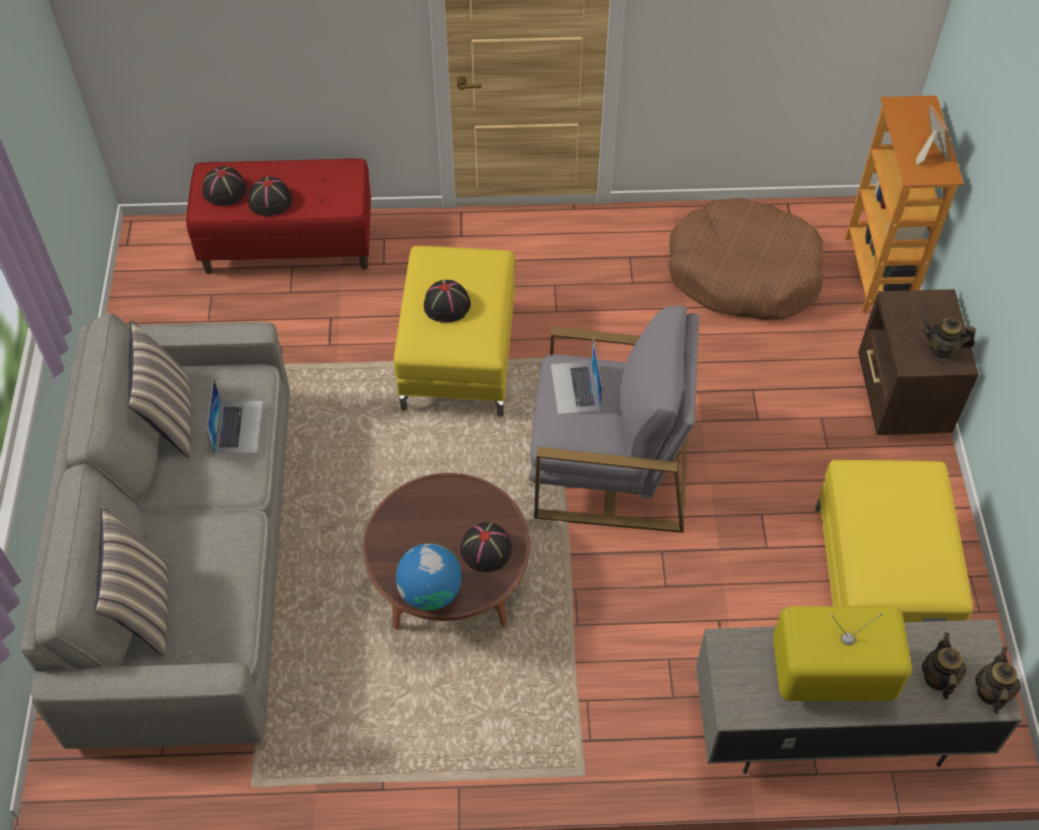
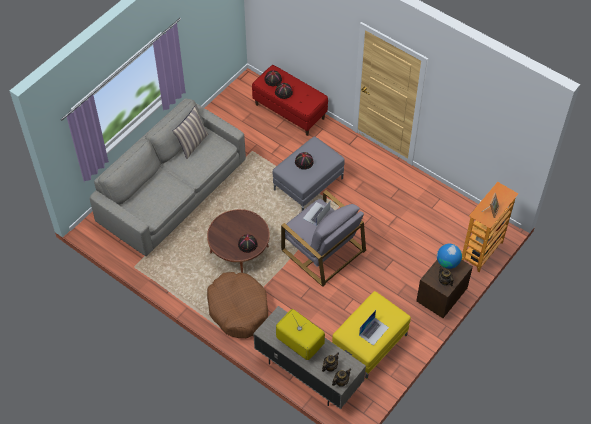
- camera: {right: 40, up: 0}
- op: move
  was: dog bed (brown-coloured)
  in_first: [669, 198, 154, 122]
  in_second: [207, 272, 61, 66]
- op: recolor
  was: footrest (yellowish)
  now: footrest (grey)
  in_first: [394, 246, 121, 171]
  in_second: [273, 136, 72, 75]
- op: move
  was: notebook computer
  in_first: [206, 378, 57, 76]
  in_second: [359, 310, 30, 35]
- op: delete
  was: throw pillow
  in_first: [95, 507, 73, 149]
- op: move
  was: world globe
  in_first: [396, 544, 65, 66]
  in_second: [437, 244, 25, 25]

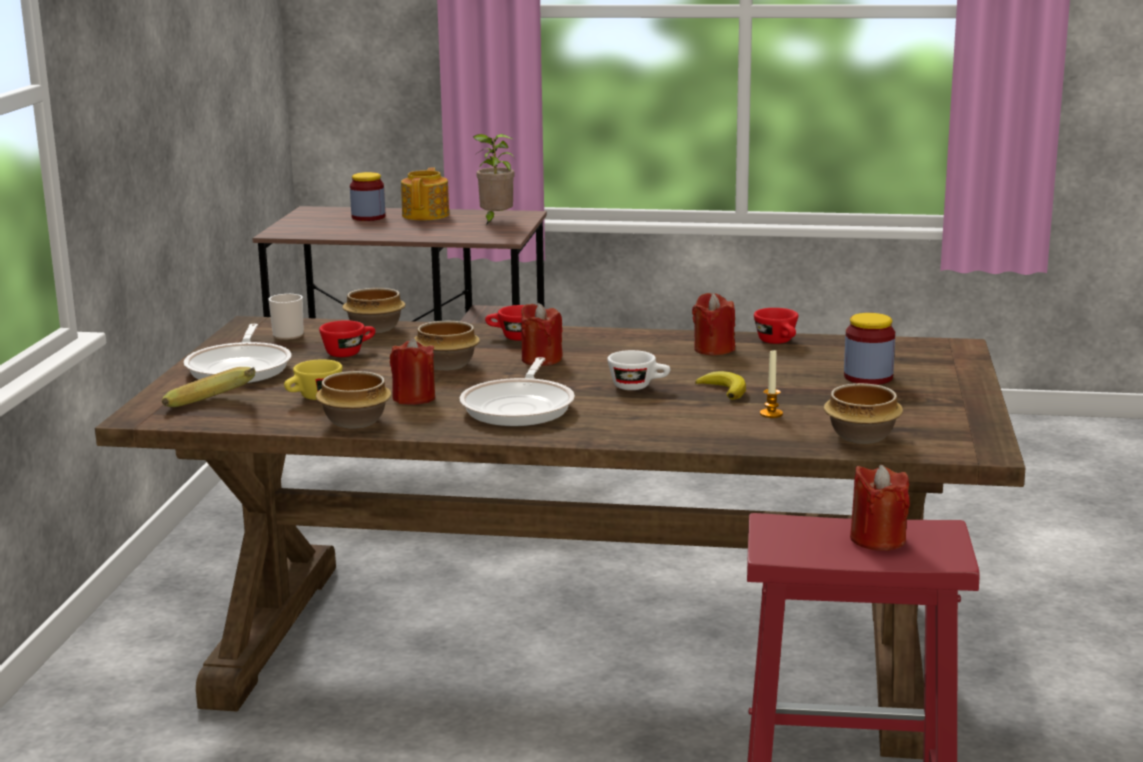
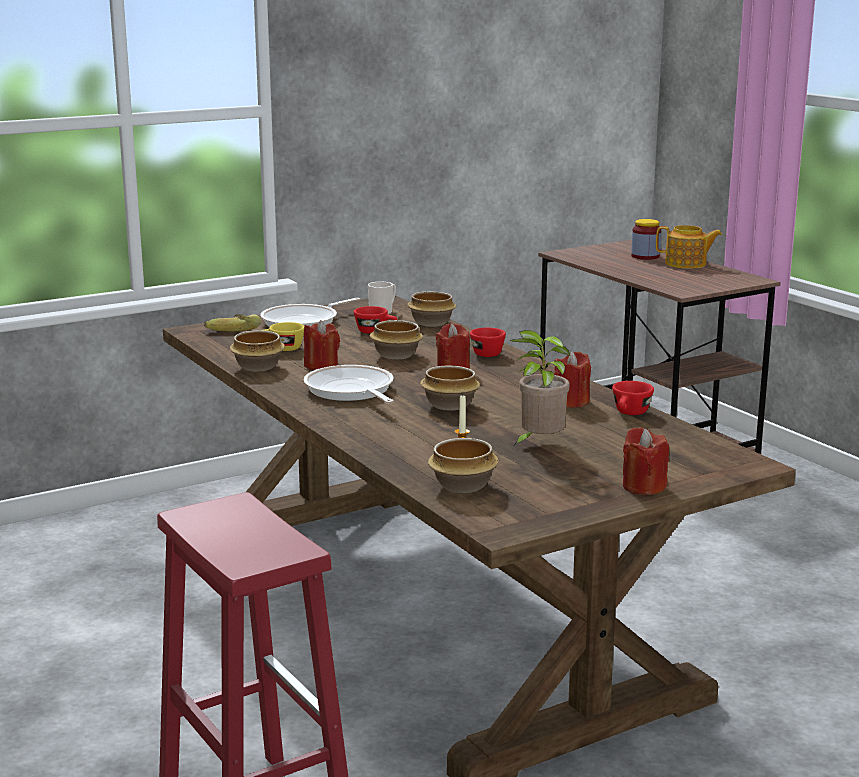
- camera: {right: 50, up: 0}
- op: move
  was: houseplant
  in_first: [473, 134, 42, 91]
  in_second: [510, 330, 60, 117]
- op: rotate
  was: tea pot
  in_first: [401, 167, 48, 53]
  in_second: [656, 225, 66, 44]
  clockwise: 45
- op: delete
  was: storage jar
  in_first: [844, 313, 51, 72]
- op: replace
  was: cup (white)
  now: deep dish
  in_first: [607, 350, 63, 40]
  in_second: [420, 366, 60, 44]
- op: rotate
  was: frying pan
  in_first: [460, 357, 115, 69]
  in_second: [304, 365, 90, 38]
  clockwise: 90
- op: delete
  was: banana fruit
  in_first: [695, 371, 51, 28]
- op: move
  was: candle (red)
  in_first: [850, 465, 60, 86]
  in_second: [623, 427, 46, 68]

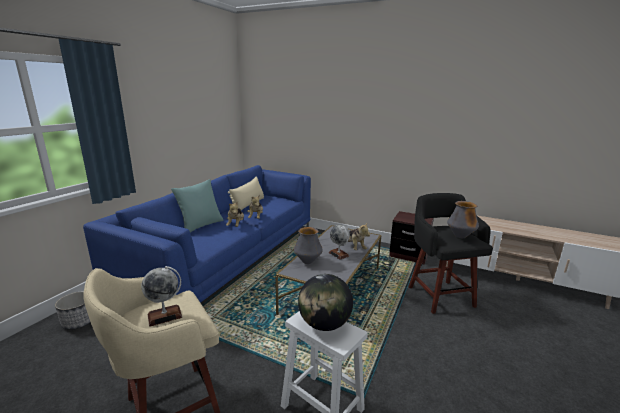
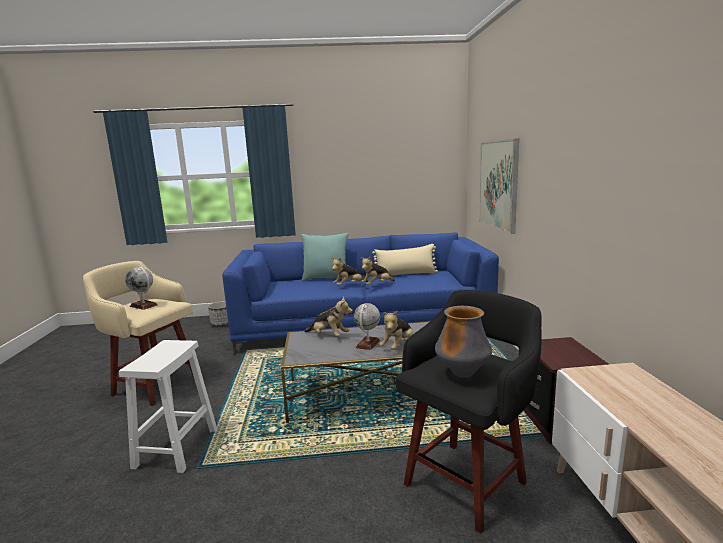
- camera: {right: 60, up: -5}
- op: replace
  was: decorative vase
  now: plush toy
  in_first: [294, 227, 29, 37]
  in_second: [304, 296, 49, 40]
- op: delete
  was: world globe
  in_first: [298, 274, 55, 57]
- op: insert
  now: wall art
  in_second: [479, 139, 40, 95]

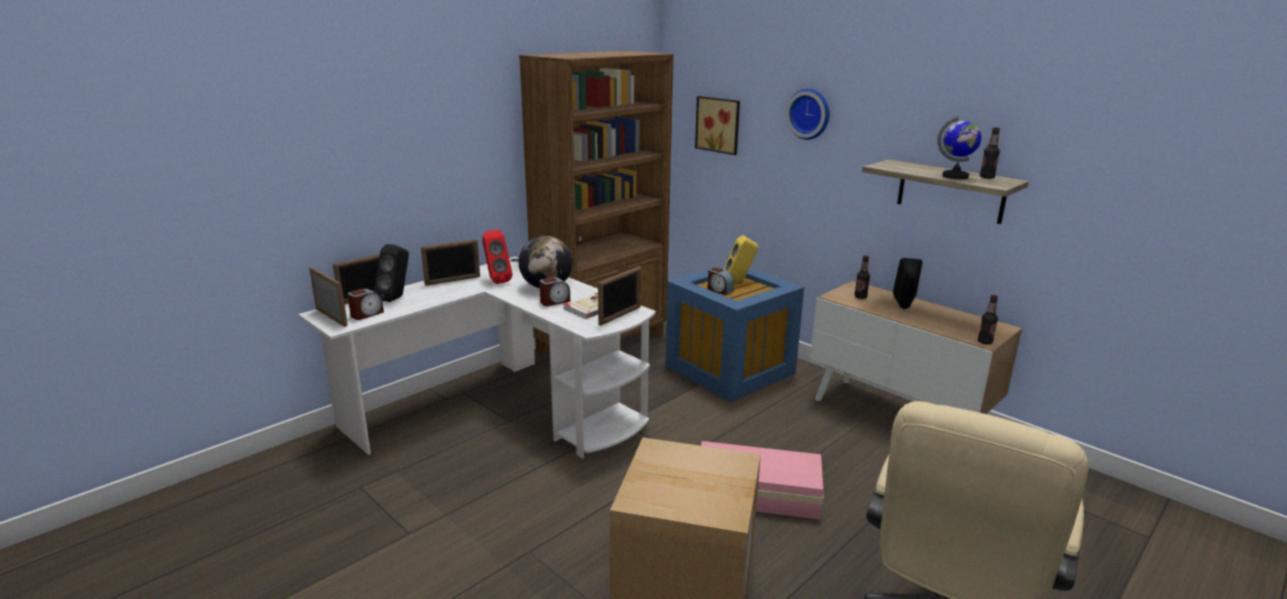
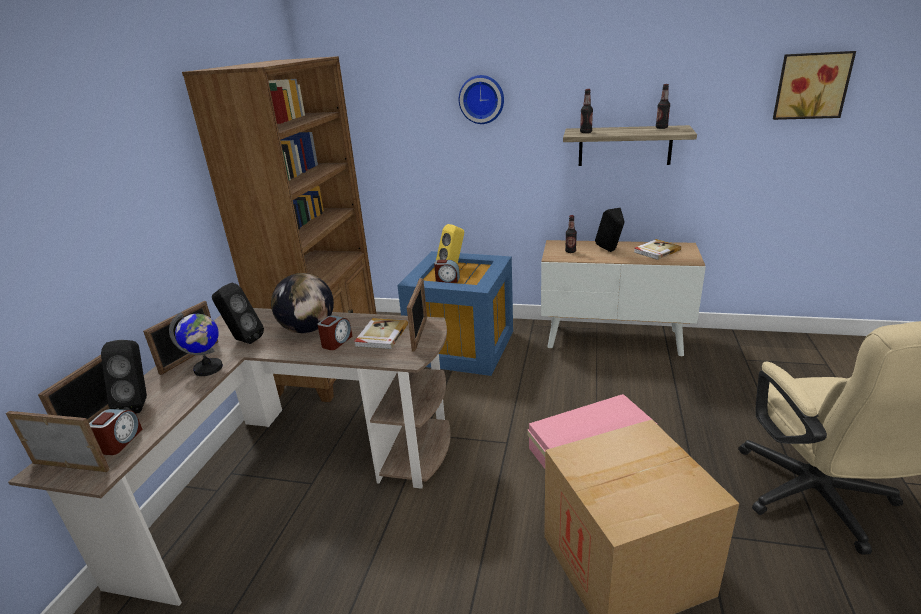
- camera: {right: -30, up: 5}
- op: move
  was: wall art
  in_first: [695, 96, 45, 59]
  in_second: [773, 51, 83, 69]
- op: move
  was: world globe
  in_first: [937, 116, 44, 63]
  in_second: [169, 312, 54, 64]
- op: recolor
  was: loudspeaker (red)
  now: loudspeaker (black)
  in_first: [482, 230, 30, 54]
  in_second: [212, 283, 52, 61]
- op: recolor
  was: desk (white)
  now: desk (brown-coloured)
  in_first: [298, 257, 358, 202]
  in_second: [8, 308, 442, 298]
- op: move
  was: drink bottle
  in_first: [978, 295, 20, 49]
  in_second: [580, 89, 13, 44]
- op: insert
  now: volume
  in_second: [634, 239, 47, 21]

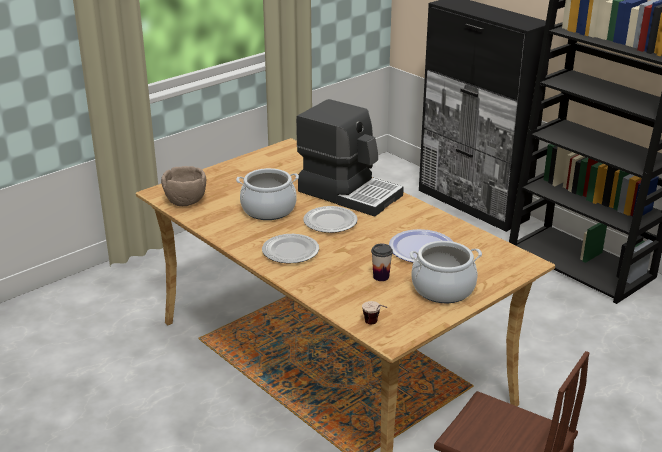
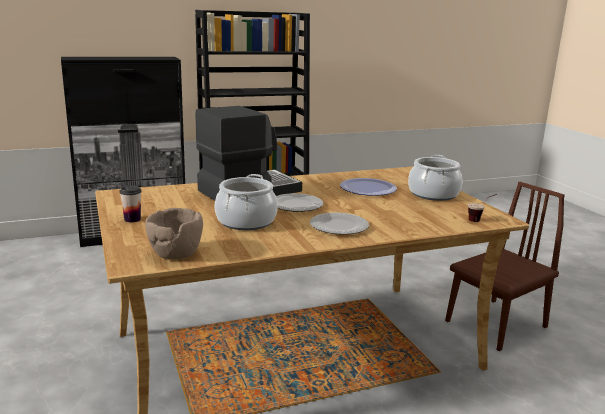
- camera: {right: -70, up: -10}
- op: move
  was: cup
  in_first: [371, 243, 22, 38]
  in_second: [120, 185, 22, 37]

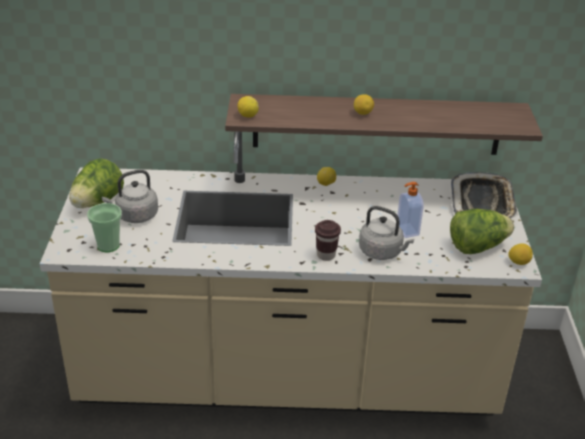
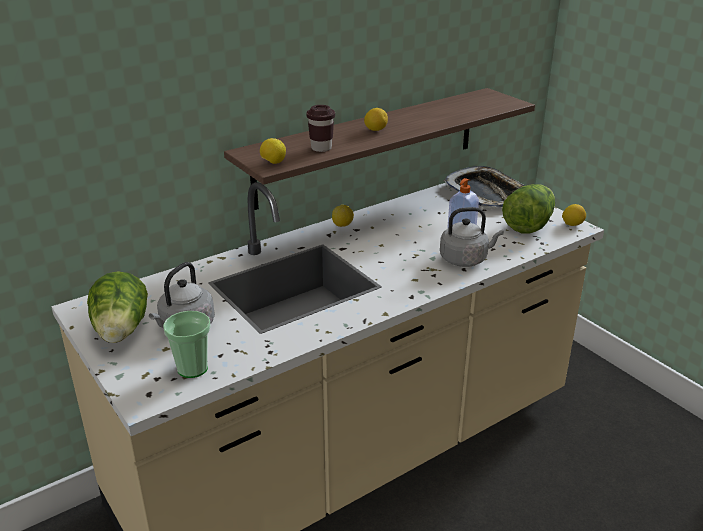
- camera: {right: -35, up: -5}
- op: move
  was: cup (brown-coloured)
  in_first: [315, 220, 26, 41]
  in_second: [306, 105, 29, 47]

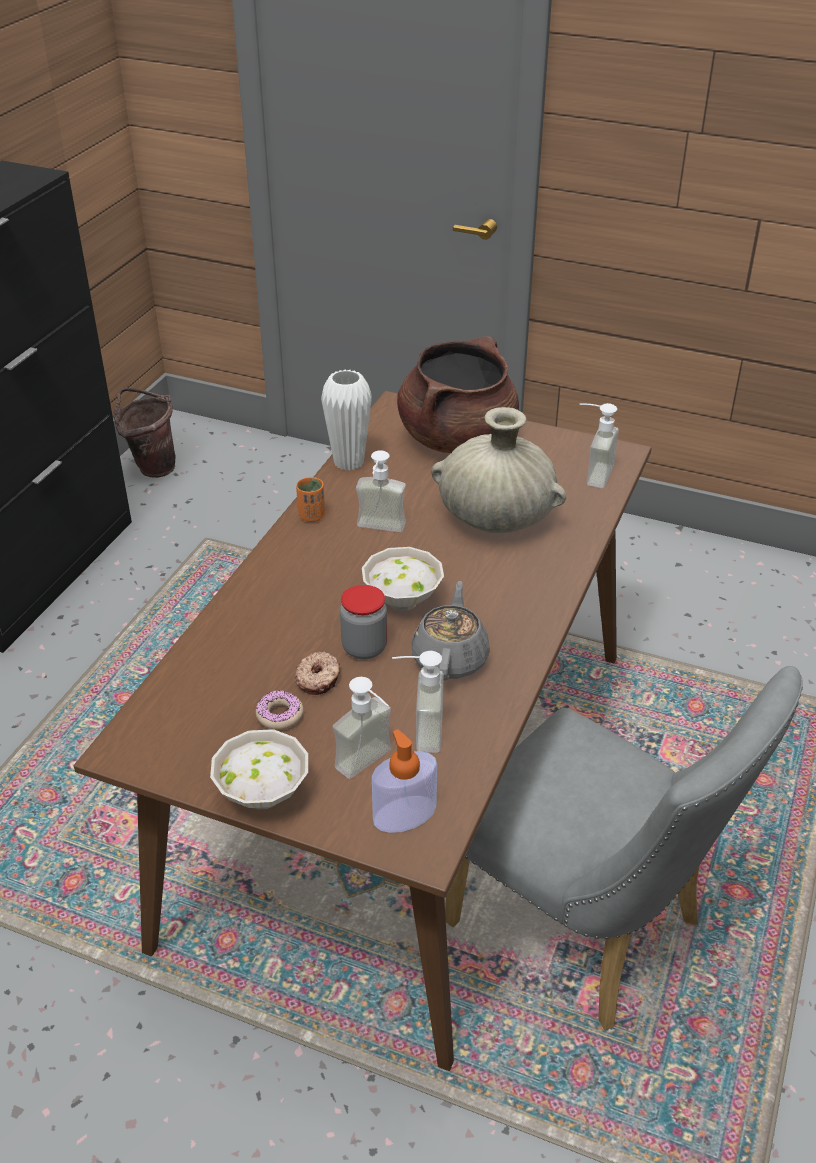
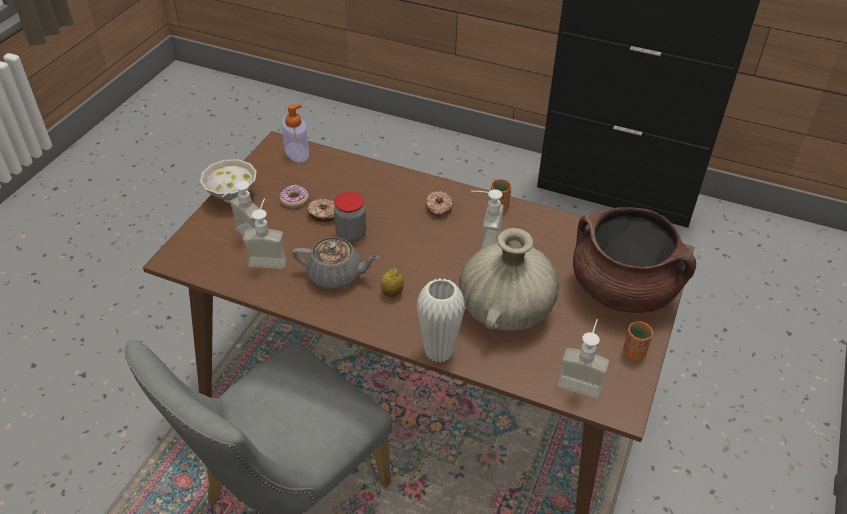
- camera: {right: 90, up: 5}
- op: move
  was: decorative vase (white)
  in_first: [321, 370, 51, 101]
  in_second: [417, 278, 48, 85]
- op: delete
  was: water bucket (brown-coloured)
  in_first: [113, 388, 62, 90]
- op: delete
  was: deep dish (white)
  in_first: [362, 547, 82, 64]
- op: move
  was: soap bottle
  in_first: [372, 729, 65, 104]
  in_second: [281, 104, 28, 58]
- op: insert
  now: ring doughnut
  in_second: [426, 191, 27, 26]
- op: insert
  now: whole lemon
  in_second: [380, 268, 24, 29]
- op: insert
  now: cup (orange-coloured)
  in_second: [623, 321, 30, 39]

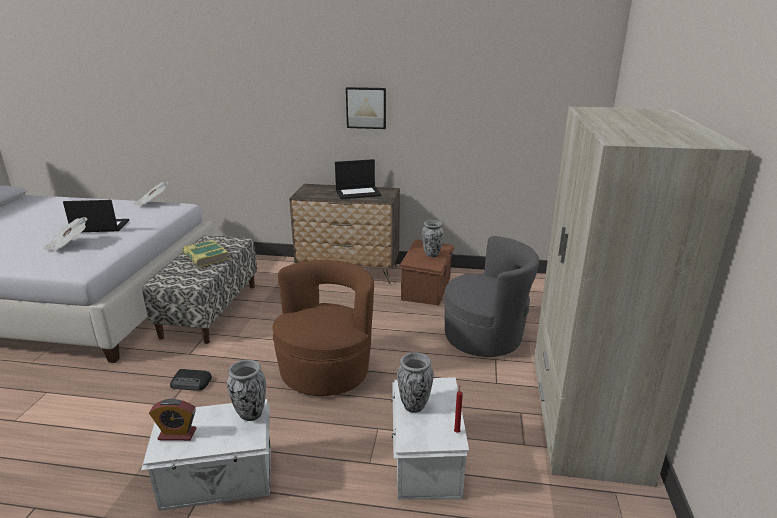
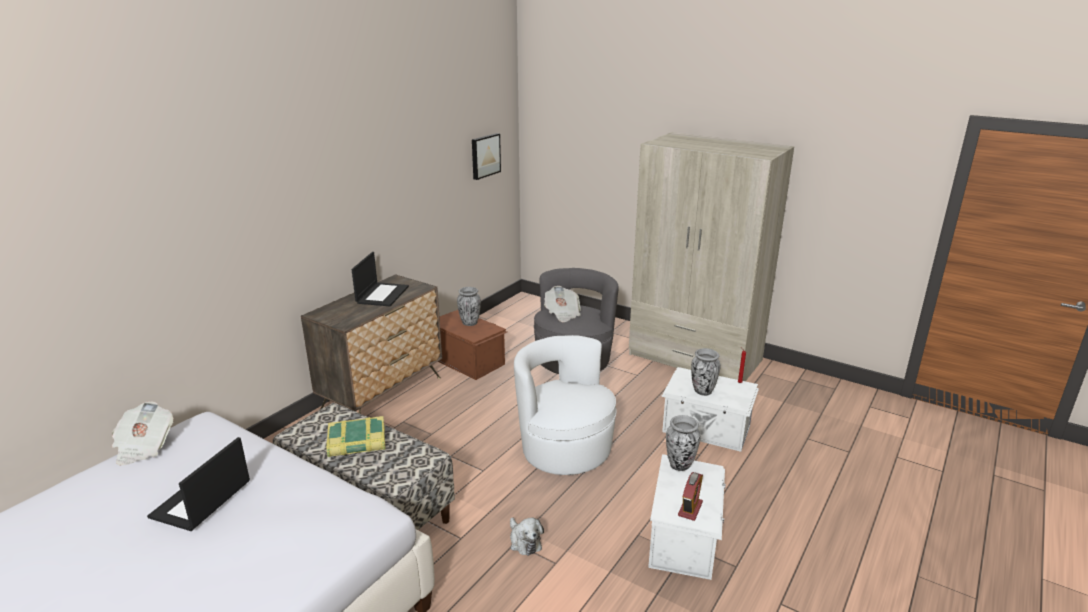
- camera: {right: -65, up: 0}
- op: move
  was: wall art
  in_first: [346, 87, 40, 42]
  in_second: [472, 133, 29, 47]
- op: move
  was: daily paper
  in_first: [44, 217, 44, 34]
  in_second: [544, 286, 37, 36]
- op: recolor
  was: lounge chair (brown-coloured)
  now: lounge chair (white)
  in_first: [272, 260, 102, 136]
  in_second: [514, 335, 102, 140]
- op: replace
  was: radio receiver
  now: plush toy
  in_first: [170, 369, 42, 22]
  in_second: [510, 517, 34, 39]

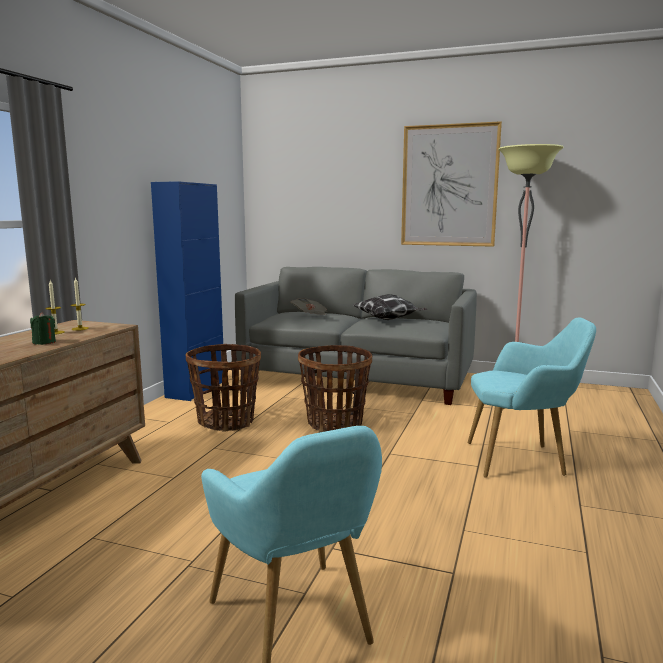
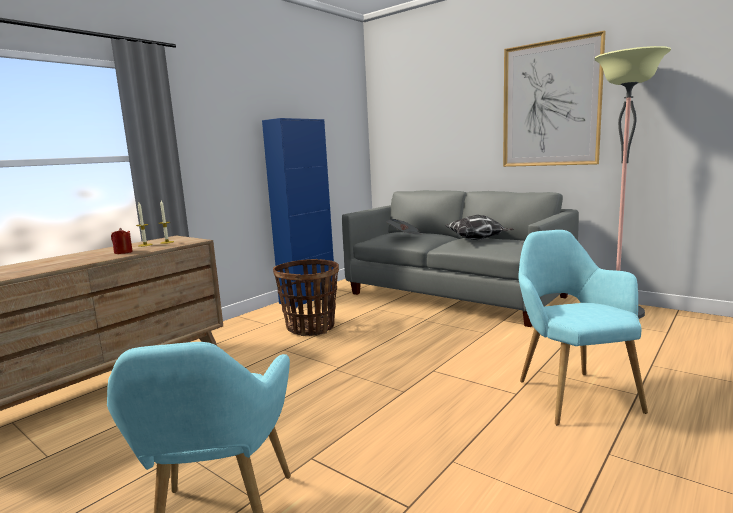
- camera: {right: 20, up: 0}
- op: recolor
  was: candle (green)
  now: candle (red)
  in_first: [30, 312, 26, 33]
  in_second: [111, 228, 22, 26]
- op: rotate
  was: lounge chair (blue-green)
  in_first: [468, 318, 128, 160]
  in_second: [518, 230, 130, 196]
  clockwise: -120
- op: delete
  was: storage basket
  in_first: [298, 345, 74, 87]

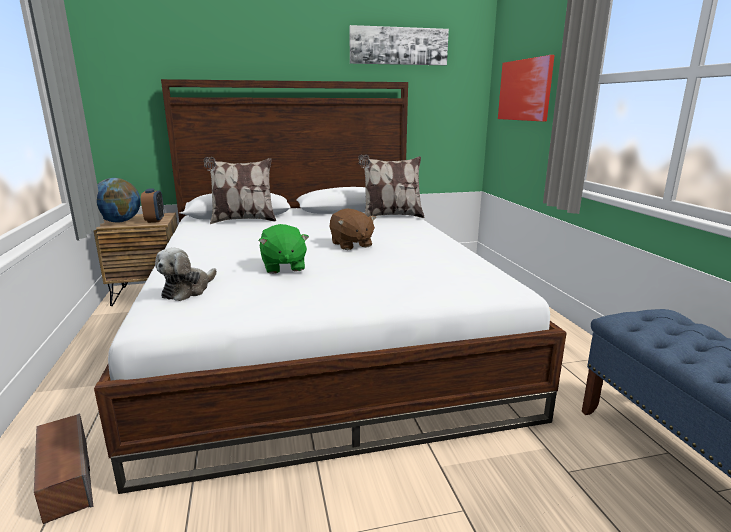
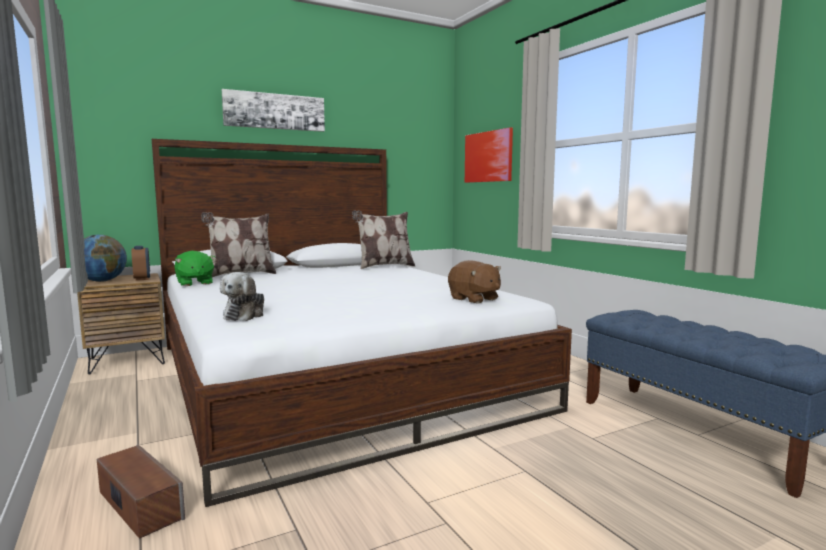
- camera: {right: -15, up: -10}
- op: move
  was: wall art
  in_first: [349, 25, 100, 40]
  in_second: [222, 89, 103, 43]
- op: move
  was: plush toy (brown-coloured)
  in_first: [330, 208, 46, 42]
  in_second: [448, 260, 53, 44]
- op: move
  was: plush toy (green)
  in_first: [259, 224, 50, 50]
  in_second: [174, 251, 42, 35]

